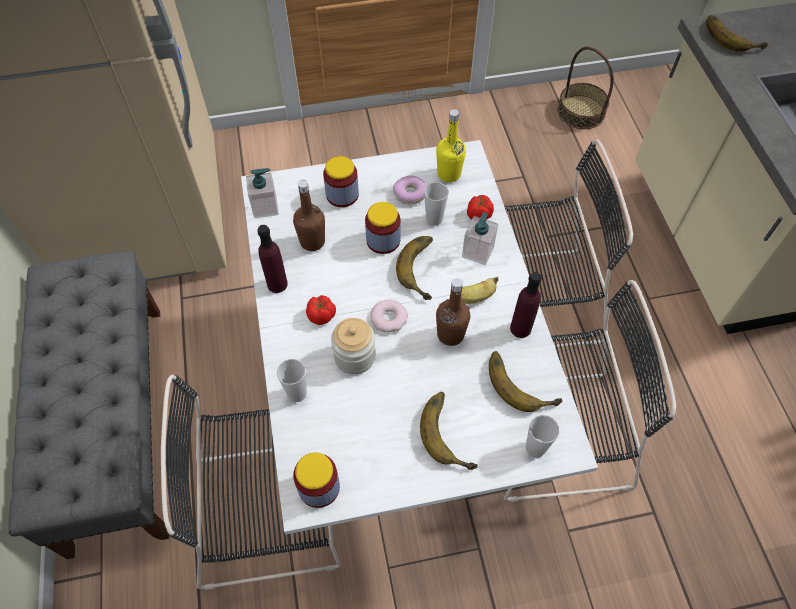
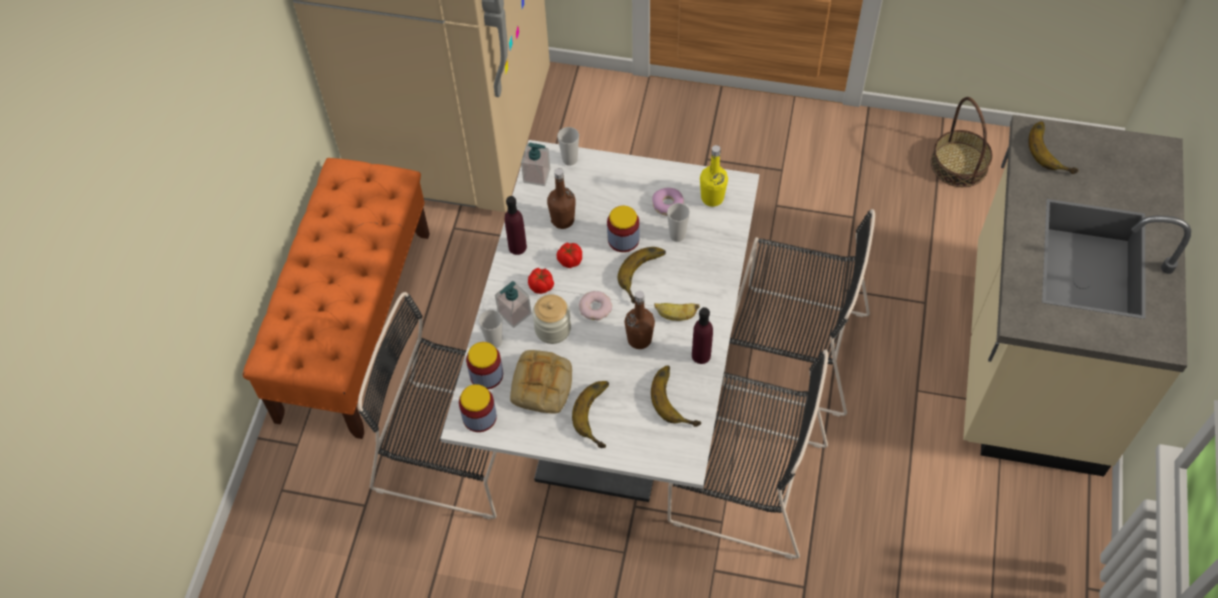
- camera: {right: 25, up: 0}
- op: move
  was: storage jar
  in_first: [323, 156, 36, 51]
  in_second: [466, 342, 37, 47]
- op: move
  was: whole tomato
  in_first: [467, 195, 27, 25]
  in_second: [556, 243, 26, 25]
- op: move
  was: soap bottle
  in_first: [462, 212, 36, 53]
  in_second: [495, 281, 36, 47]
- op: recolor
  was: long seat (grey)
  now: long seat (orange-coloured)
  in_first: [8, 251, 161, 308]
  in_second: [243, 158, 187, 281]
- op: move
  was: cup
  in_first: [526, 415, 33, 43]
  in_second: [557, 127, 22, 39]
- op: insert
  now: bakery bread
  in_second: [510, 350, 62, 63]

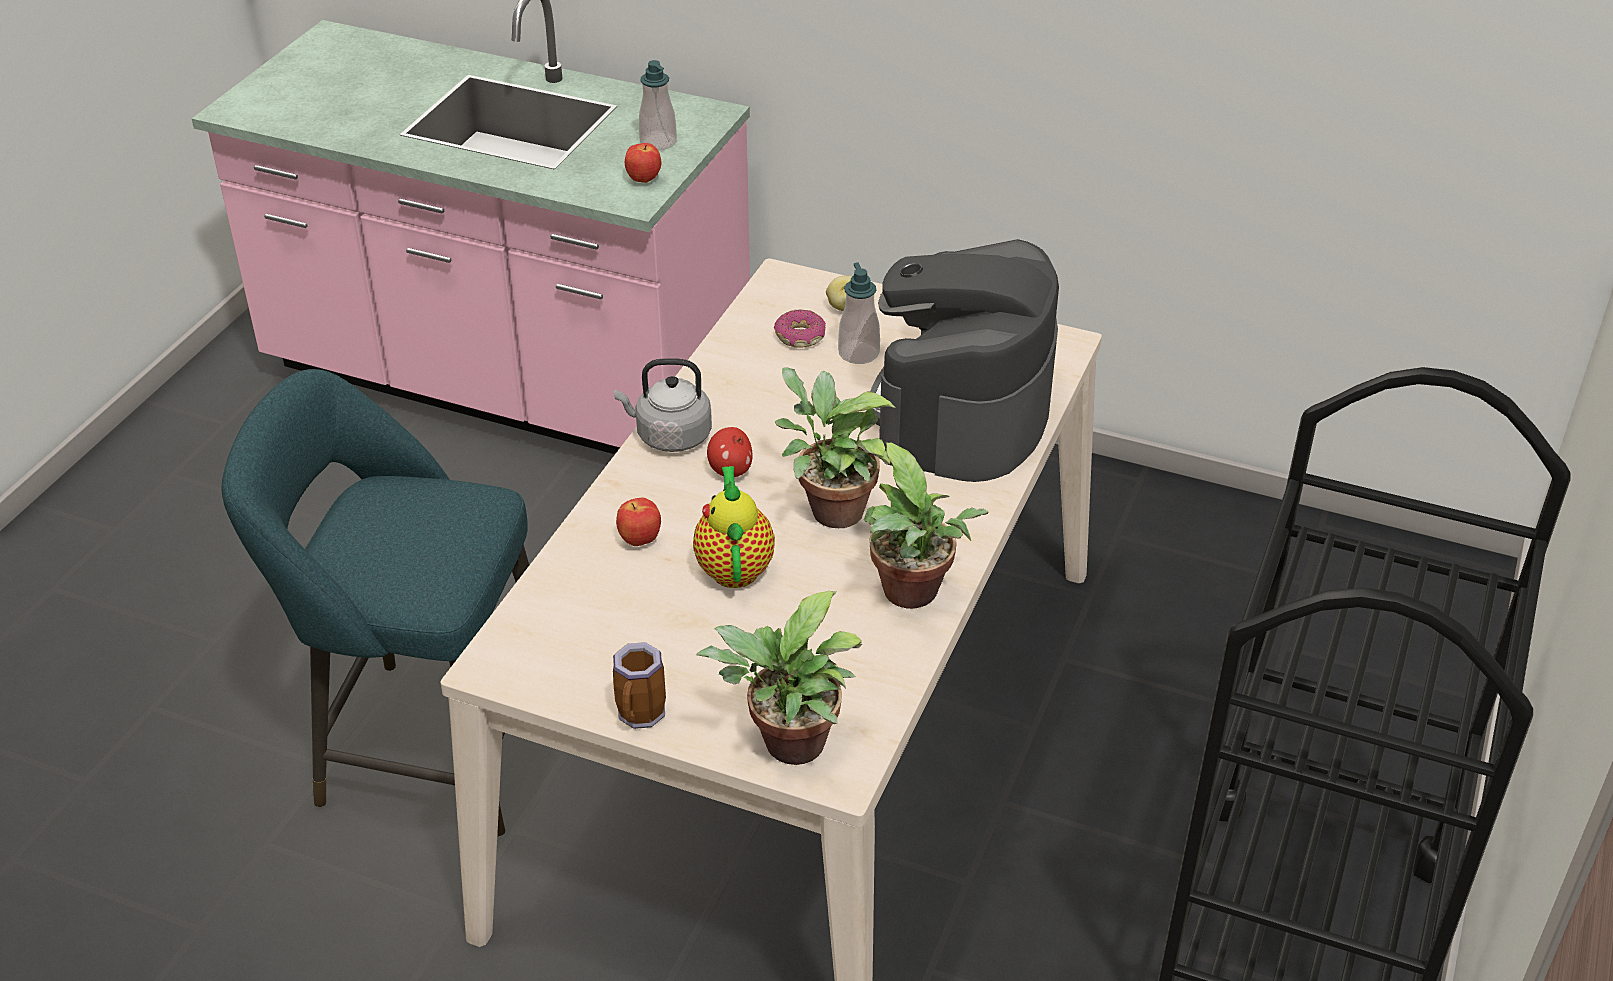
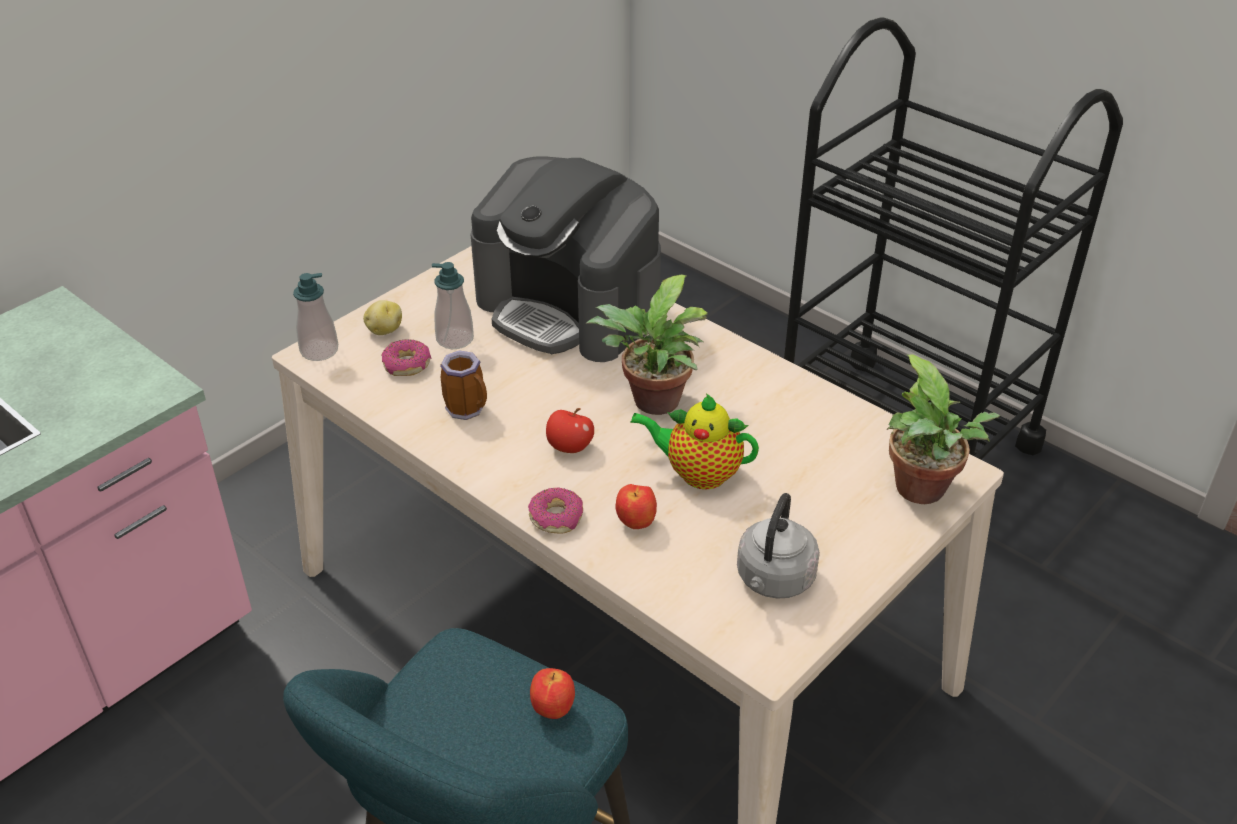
- camera: {right: -70, up: 0}
- op: move
  was: soap bottle
  in_first: [639, 60, 38, 90]
  in_second: [293, 273, 45, 88]
- op: move
  was: whole apple
  in_first: [625, 143, 36, 40]
  in_second: [530, 668, 45, 51]
- op: move
  was: water kettle (grey)
  in_first: [614, 358, 98, 94]
  in_second: [737, 493, 83, 106]
- op: delete
  was: houseplant
  in_first: [864, 442, 125, 167]
- op: move
  was: coffee mug
  in_first: [613, 642, 53, 87]
  in_second: [440, 351, 47, 69]
- op: insert
  now: ring doughnut
  in_second: [528, 488, 55, 46]

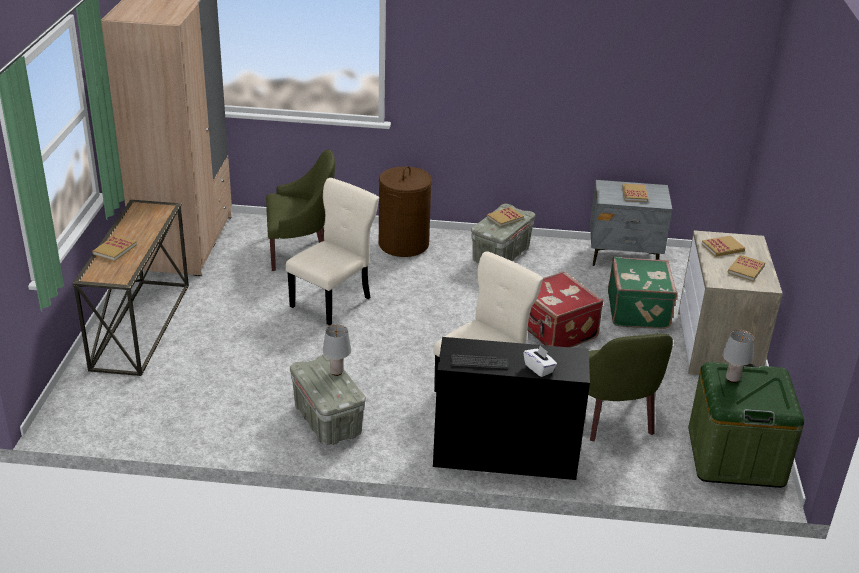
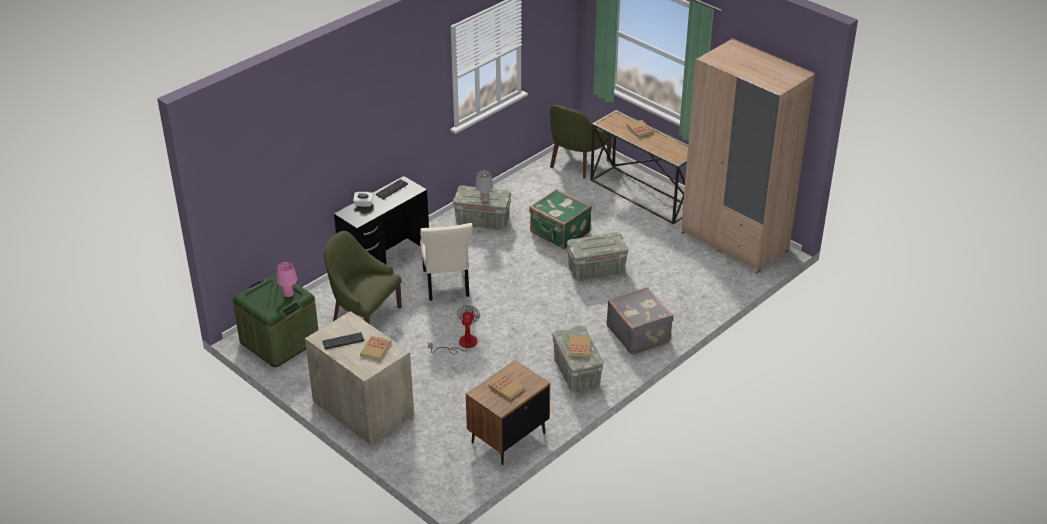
- camera: {right: 130, up: 5}
- op: move
  was: lounge chair (green)
  in_first: [266, 150, 69, 121]
  in_second: [550, 105, 63, 73]
- op: replace
  was: laundry basket (brown-coloured)
  now: piece of luggage (grey)
  in_first: [379, 166, 53, 91]
  in_second: [607, 287, 66, 68]
- op: replace
  was: plain chair (beige-coloured)
  now: storage box (grey)
  in_first: [286, 178, 93, 148]
  in_second: [567, 232, 62, 49]
- op: recolor
  was: nightstand (grey)
  now: nightstand (brown-coloured)
  in_first: [590, 180, 82, 86]
  in_second: [466, 360, 84, 105]
- op: replace
  was: volume
  now: keyboard
  in_first: [727, 255, 38, 26]
  in_second: [323, 332, 41, 18]
- op: move
  was: piece of luggage (green)
  in_first: [608, 257, 69, 72]
  in_second: [529, 189, 63, 60]
- op: replace
  was: piece of luggage (red)
  now: cooling fan
  in_first: [527, 271, 76, 77]
  in_second: [428, 305, 52, 49]
- op: recolor
  was: table lamp (grey)
  now: table lamp (pink)
  in_first: [722, 329, 32, 54]
  in_second: [277, 262, 20, 36]

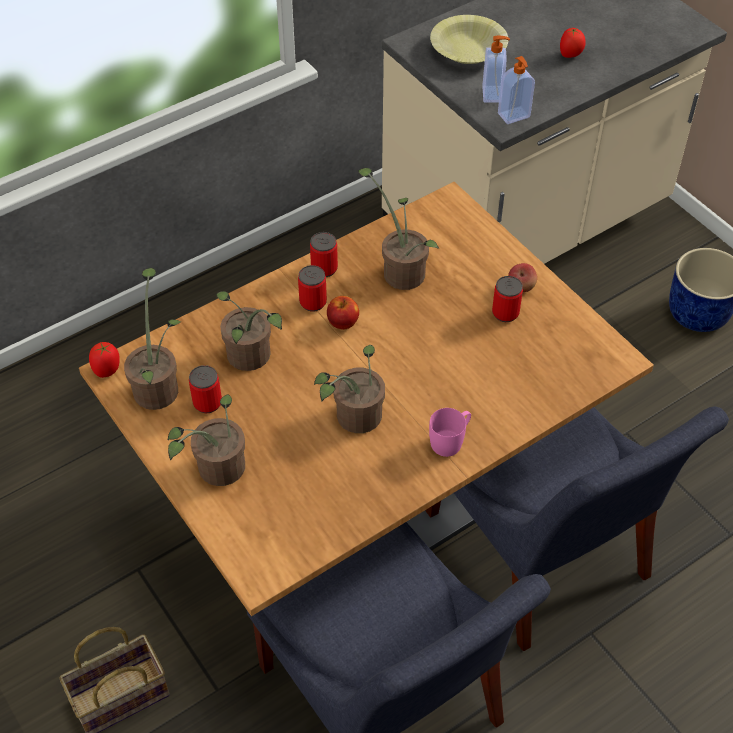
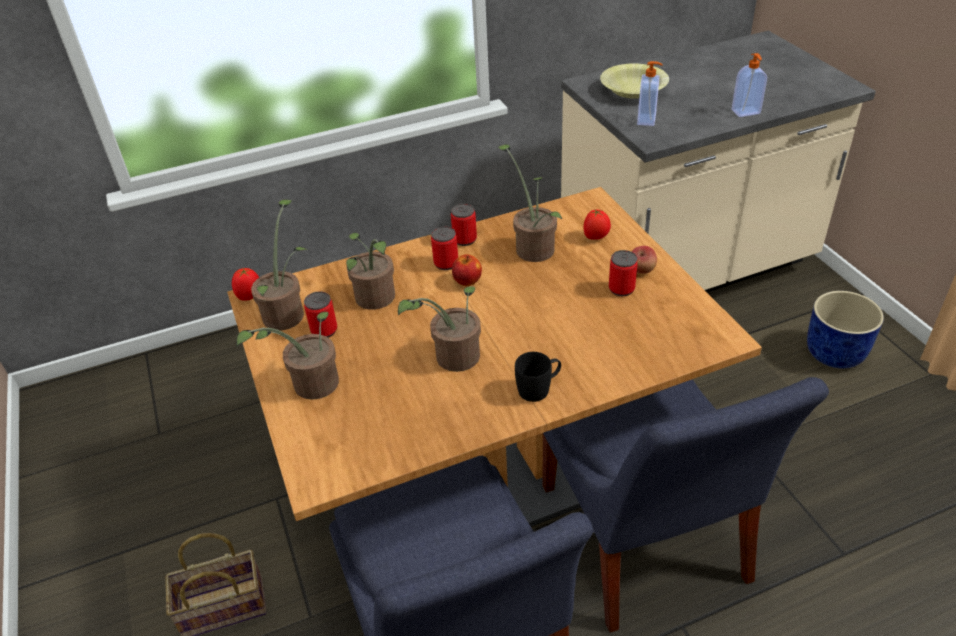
- camera: {right: 15, up: -10}
- op: move
  was: whole tomato
  in_first: [560, 27, 26, 31]
  in_second: [584, 209, 27, 31]
- op: move
  was: soap bottle
  in_first: [498, 56, 37, 68]
  in_second: [732, 53, 35, 64]
- op: recolor
  was: coffee mug (pink)
  now: coffee mug (black)
  in_first: [429, 408, 42, 49]
  in_second: [515, 352, 46, 50]

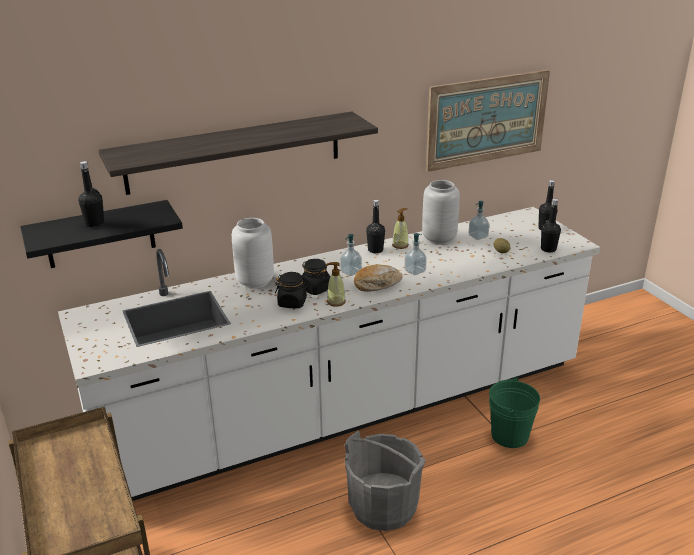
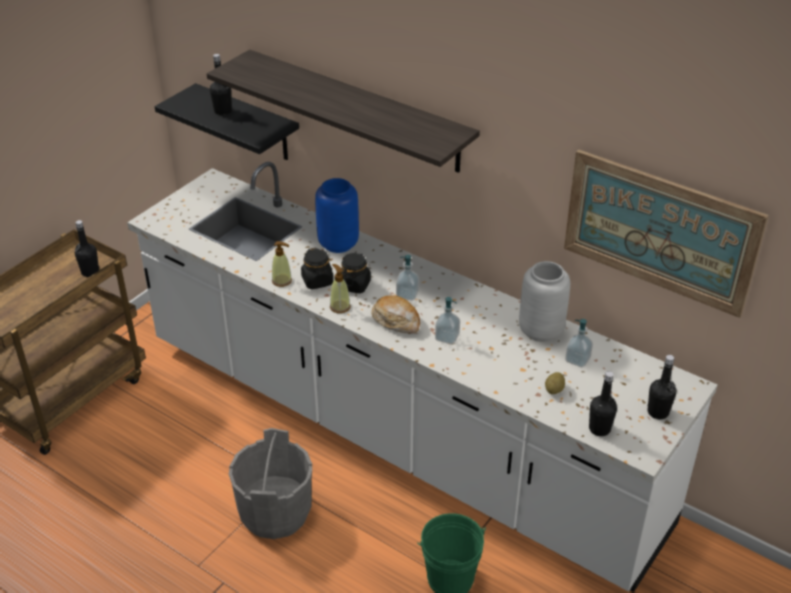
- camera: {right: 60, up: 10}
- op: move
  was: drink bottle (black)
  in_first: [366, 200, 19, 53]
  in_second: [75, 220, 24, 57]
- op: move
  was: soap bottle
  in_first: [392, 208, 17, 41]
  in_second: [272, 241, 20, 46]
- op: recolor
  was: decorative vase (white)
  now: decorative vase (blue)
  in_first: [232, 218, 42, 71]
  in_second: [315, 178, 44, 75]

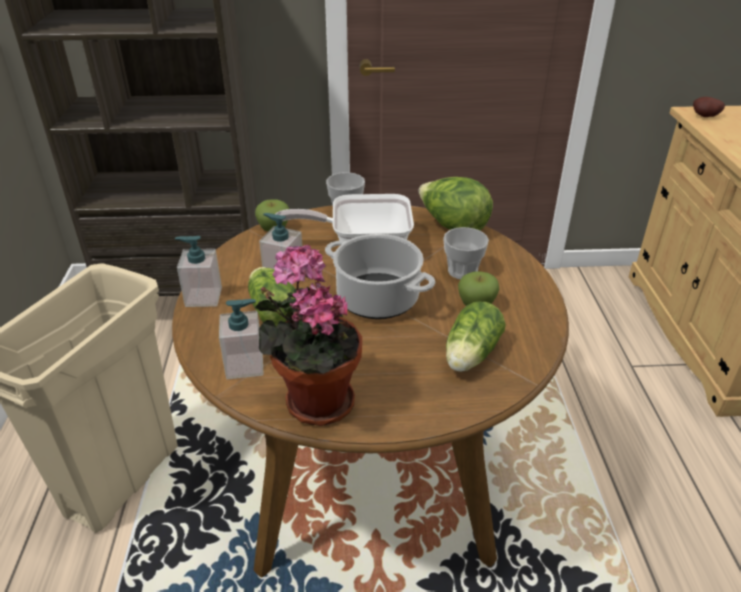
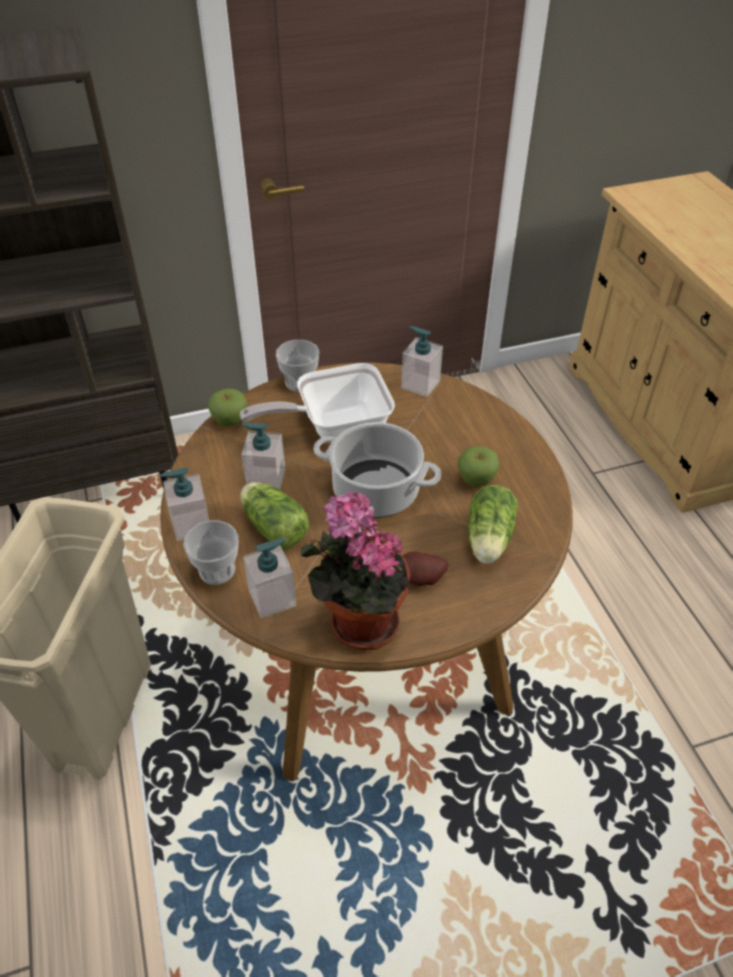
- camera: {right: -15, up: 10}
- op: move
  was: whole potato
  in_first: [693, 97, 32, 20]
  in_second: [403, 552, 45, 34]
- op: replace
  was: lettuce head
  now: soap bottle
  in_first: [418, 177, 75, 54]
  in_second: [401, 326, 42, 71]
- op: move
  was: cup
  in_first: [443, 227, 46, 53]
  in_second: [183, 521, 56, 64]

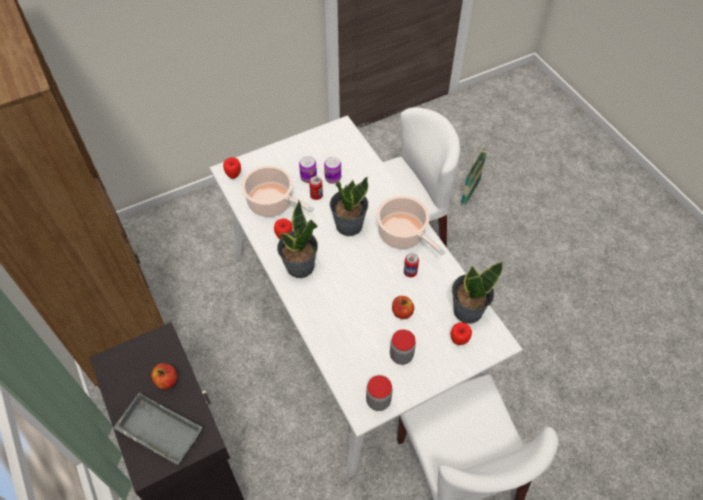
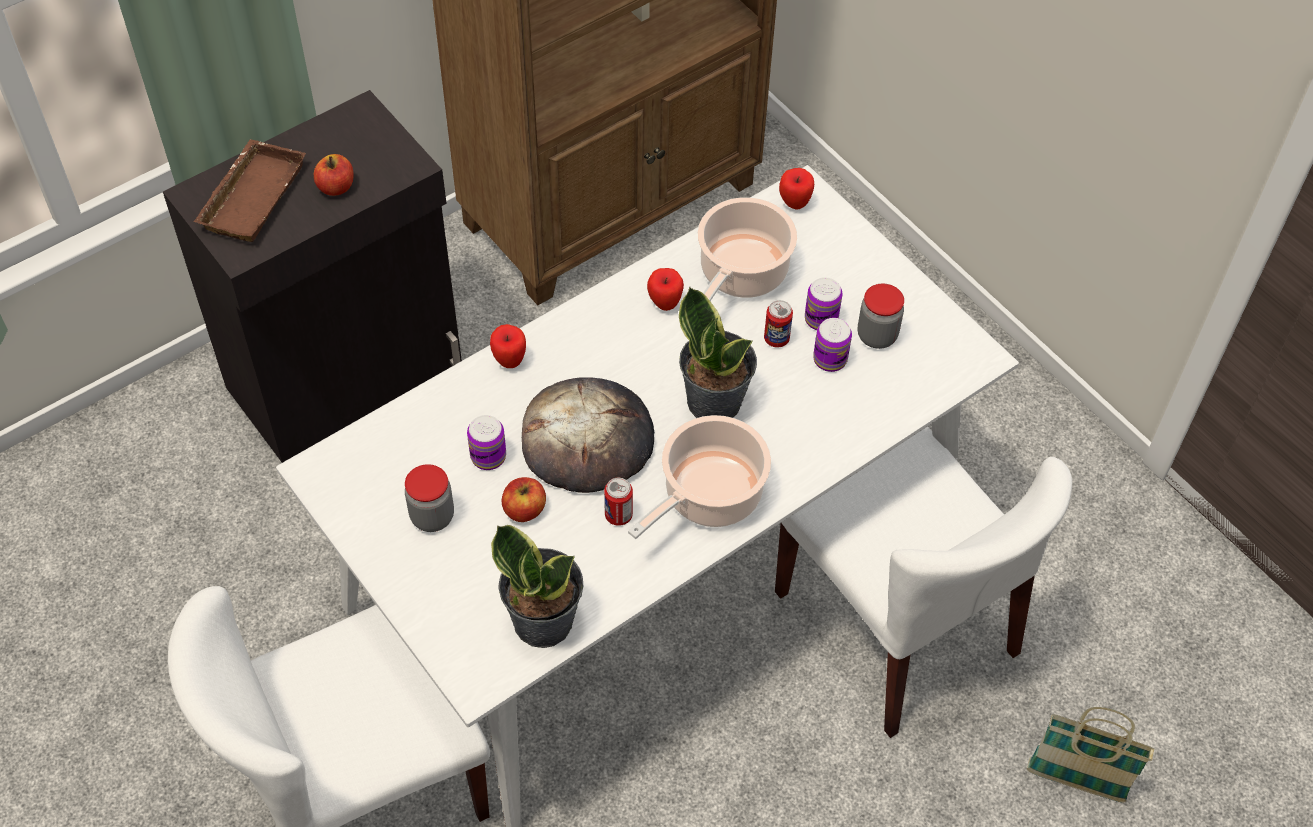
- camera: {right: 80, up: 0}
- op: delete
  was: houseplant
  in_first: [277, 200, 41, 78]
- op: move
  was: whole apple
  in_first: [451, 322, 21, 23]
  in_second: [490, 324, 36, 44]
- op: move
  was: storage jar
  in_first: [366, 375, 26, 36]
  in_second: [858, 284, 46, 65]
- op: recolor
  was: serving tray (grey)
  now: serving tray (brown-coloured)
  in_first: [113, 393, 90, 72]
  in_second: [193, 139, 113, 103]
- op: insert
  now: bakery bread
  in_second: [522, 377, 132, 116]
- op: insert
  now: sealed can
  in_second: [467, 415, 39, 55]

